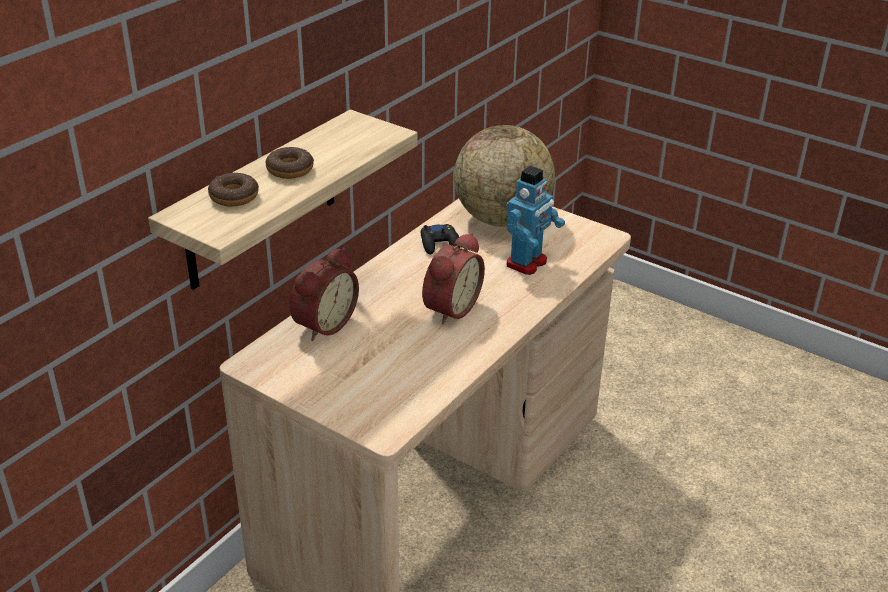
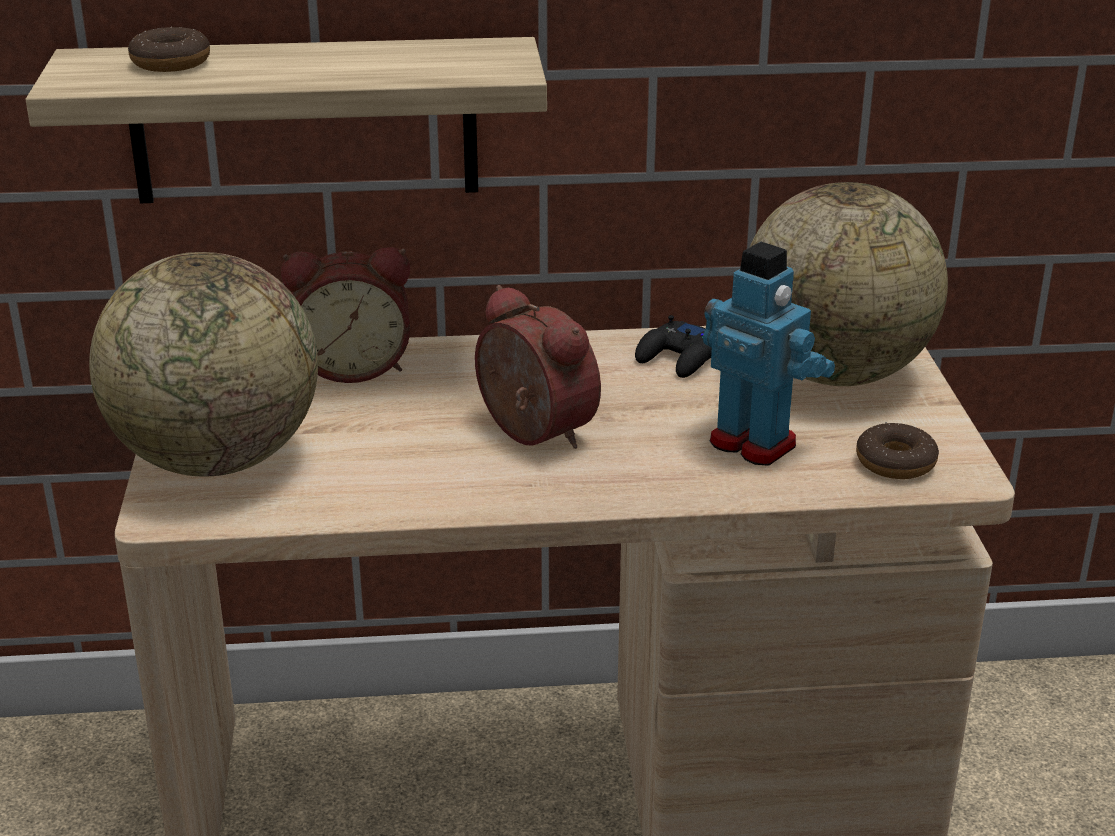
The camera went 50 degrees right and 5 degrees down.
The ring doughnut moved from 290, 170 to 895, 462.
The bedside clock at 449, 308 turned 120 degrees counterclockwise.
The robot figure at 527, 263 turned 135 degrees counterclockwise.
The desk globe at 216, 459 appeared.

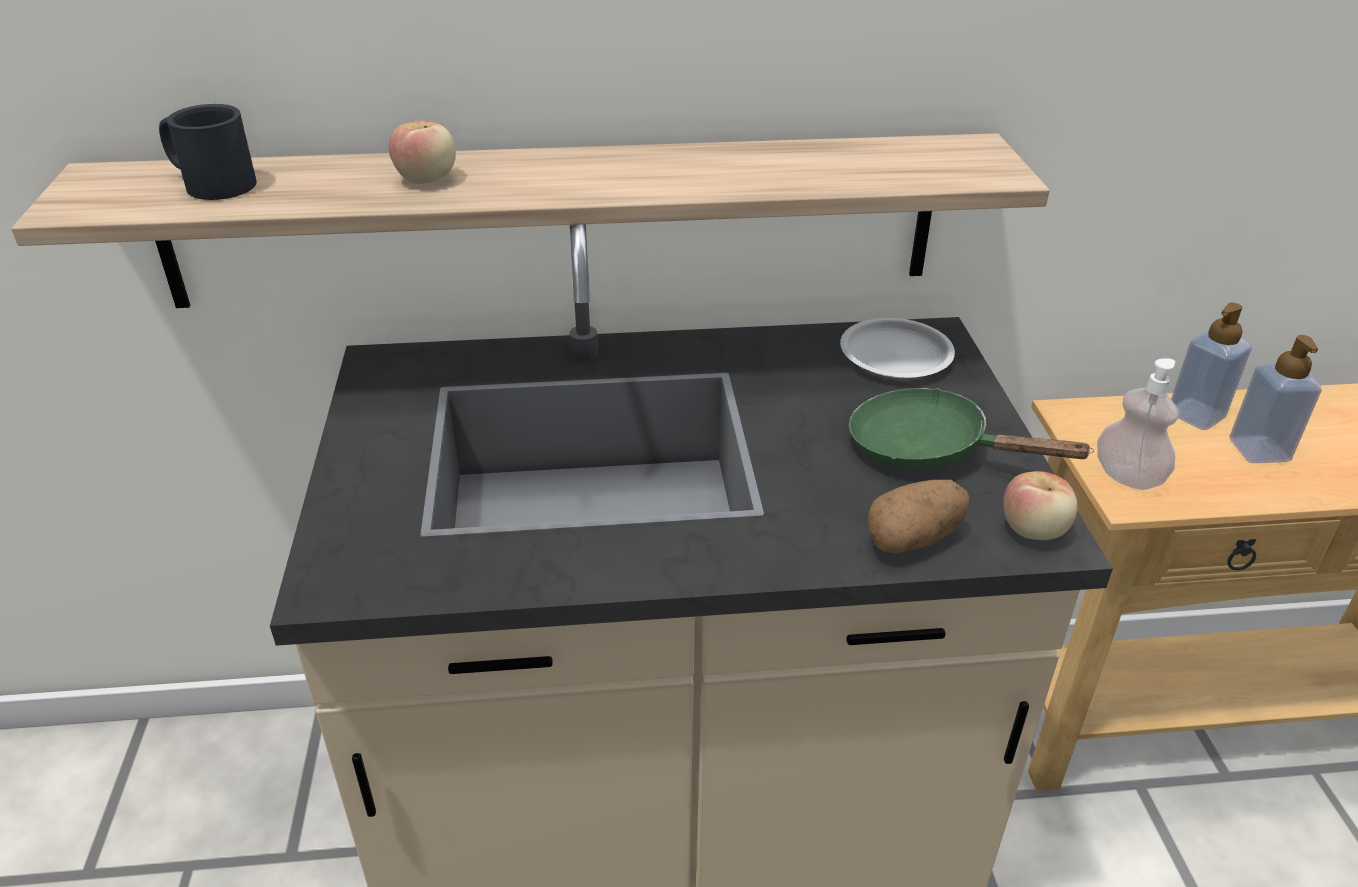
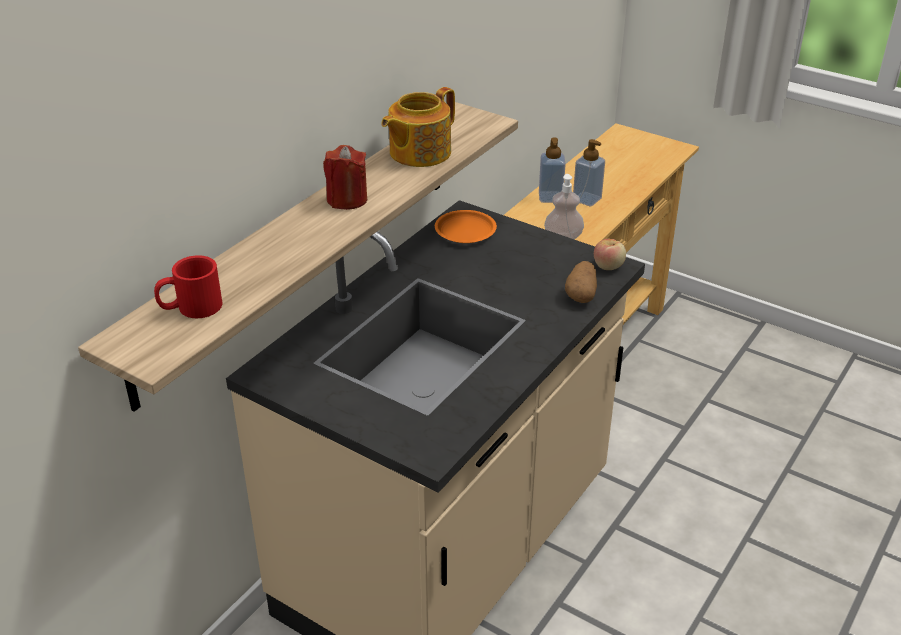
The camera went 50 degrees left and 0 degrees up.
The tea mug (black) at 210, 183 became the tea mug (red) at 190, 308.
The whole apple at 427, 179 disappeared.
The dinner plate (white) at 894, 355 became the dinner plate (orange) at 465, 231.
The pan (green-coloured) at 930, 449 disappeared.
The wax light (red) at 347, 200 appeared.
The tea pot at 418, 153 appeared.

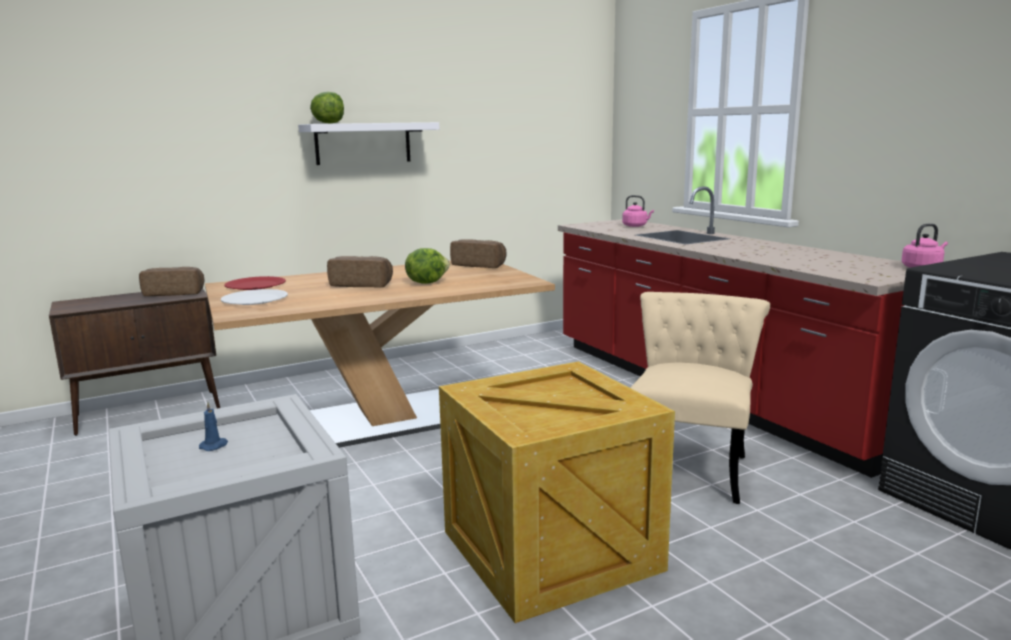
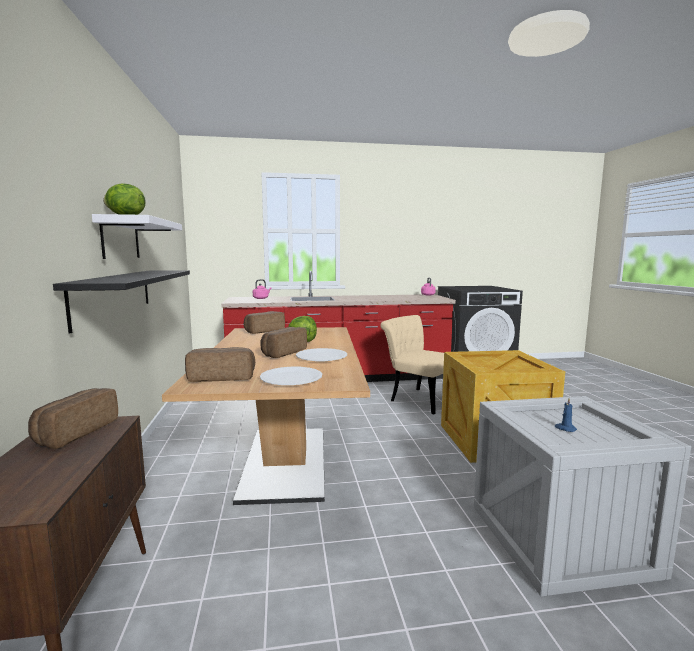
The camera went 70 degrees left and 5 degrees down.
The dinner plate (red) at 255, 285 was replaced by the bakery bread at 222, 377.
The shelf (black) at 115, 295 appeared.
The dinner plate (white) at 321, 356 appeared.

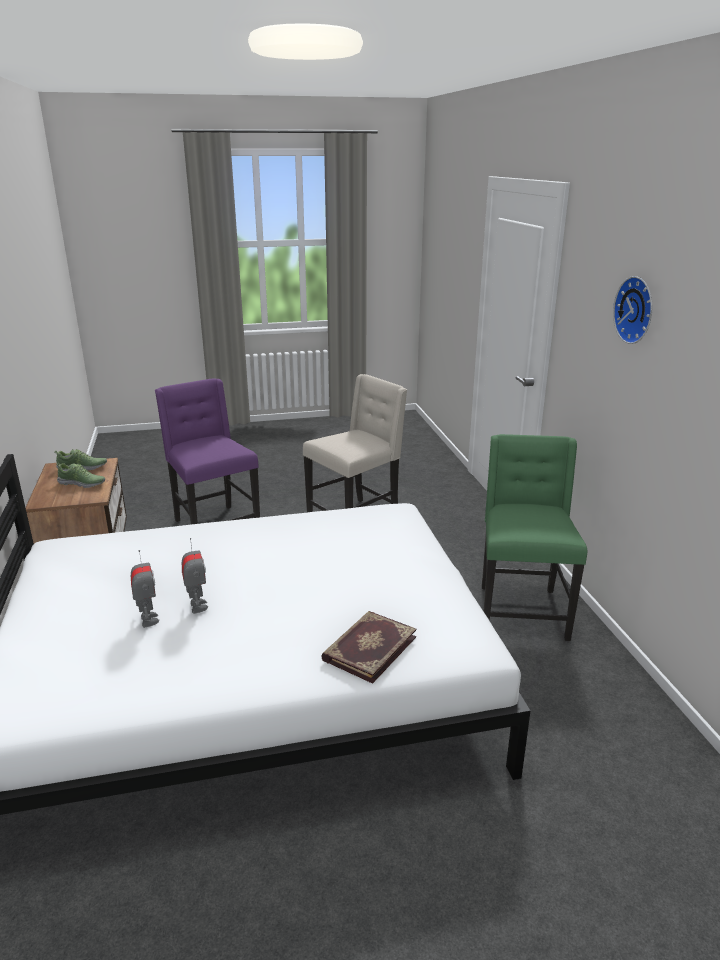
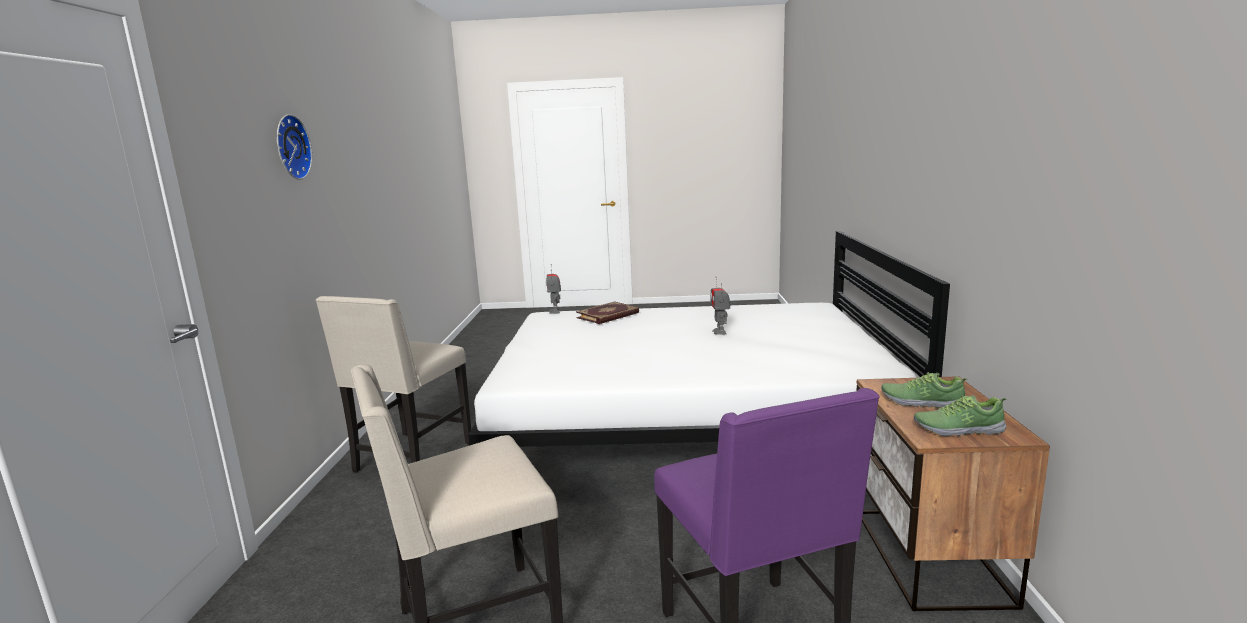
The camera went 165 degrees left and 10 degrees down.
The robot figure moved from 148, 619 to 555, 311.
The chair (green-coloured) at 520, 611 became the chair (sand-coloured) at 411, 458.

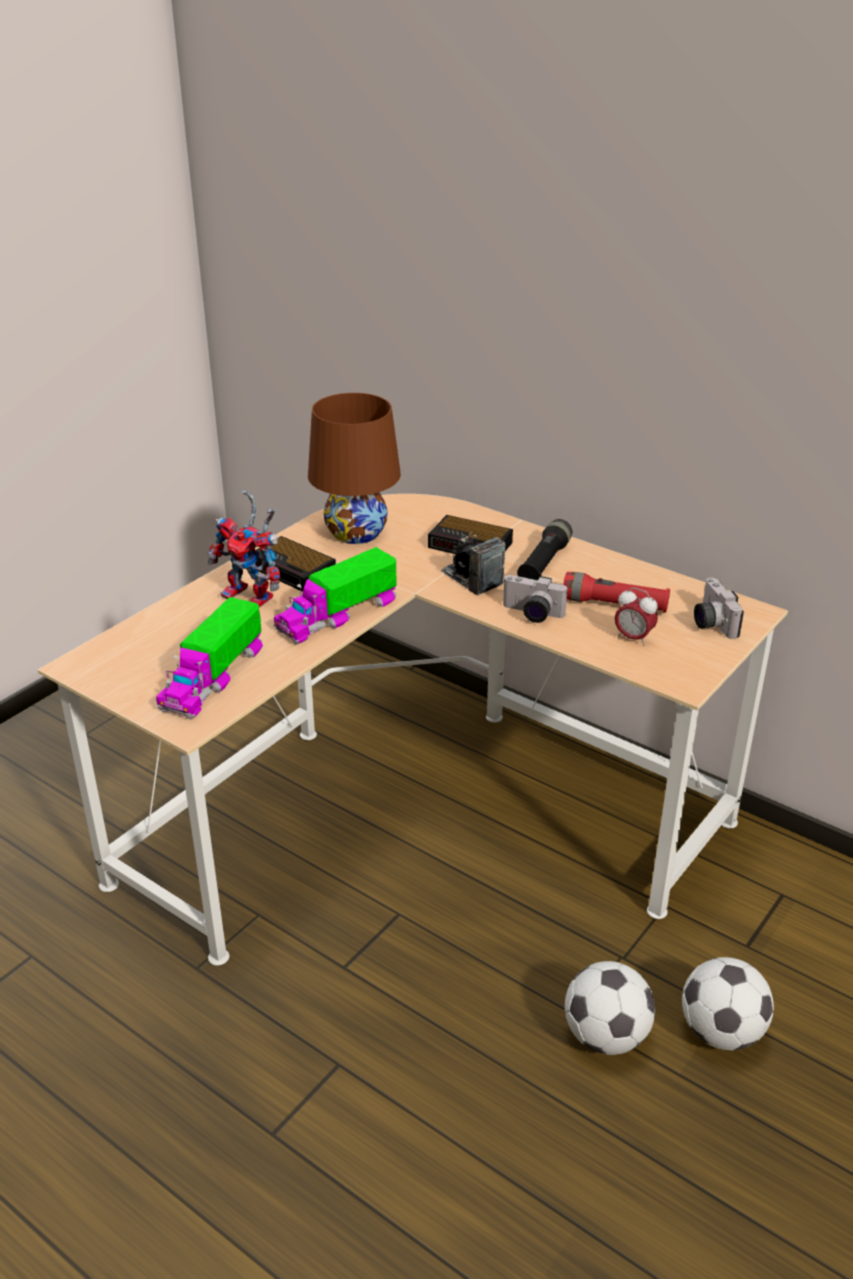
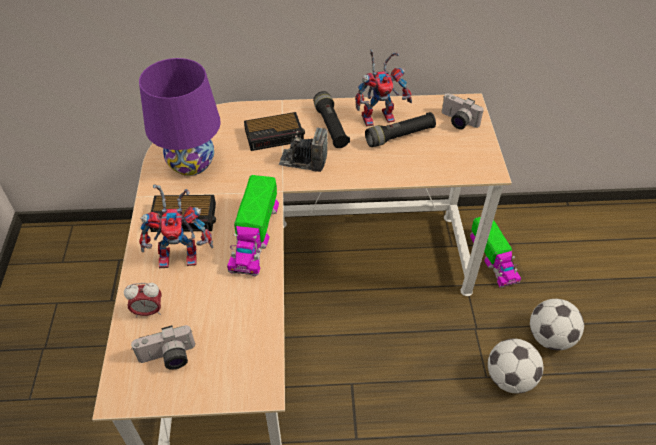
The camera went 40 degrees left and 15 degrees up.
The toy lorry moved from 213, 677 to 493, 258.
The lamp for a table (brownish) at 355, 532 became the lamp for a table (purplish) at 191, 163.
The photo camera moved from 531, 614 to 168, 358.
The flashlight (red) at 614, 605 became the flashlight (black) at 400, 136.
The bedside clock moved from 633, 638 to 148, 311.
The robot figure at 380, 116 appeared.

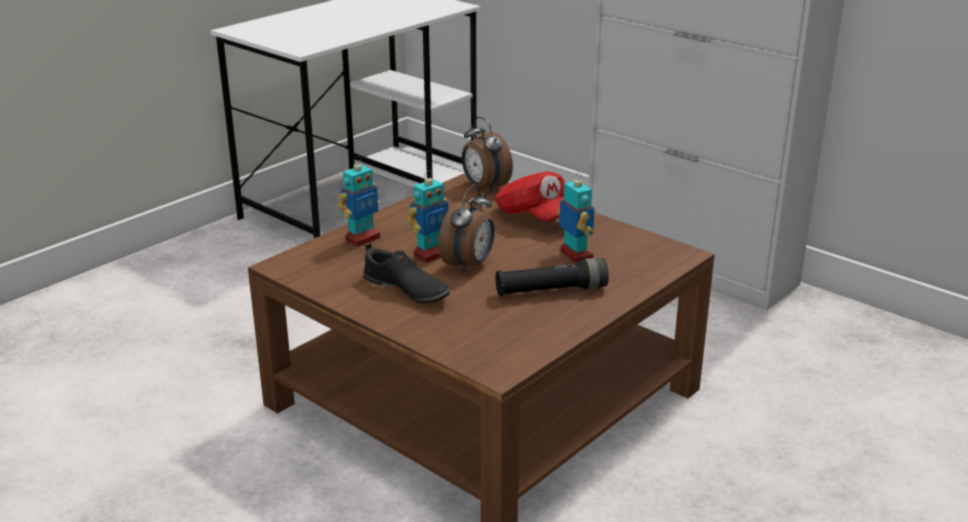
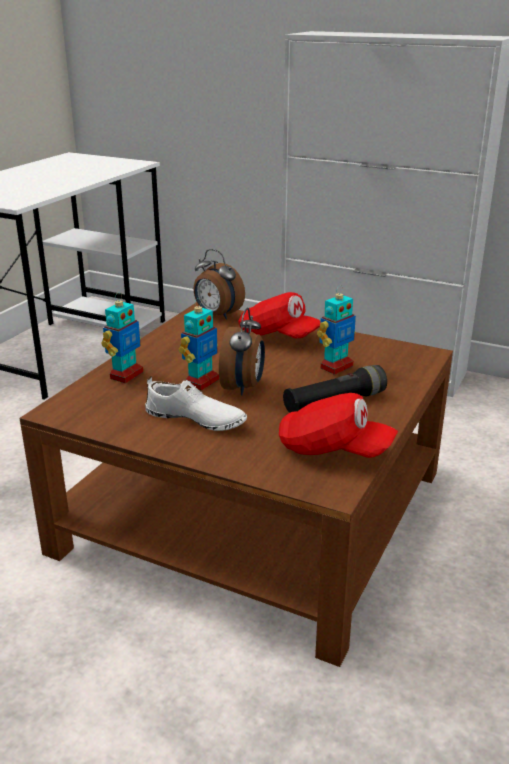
The camera went 15 degrees left and 0 degrees up.
The item of footwear (black) at 406, 289 became the item of footwear (white) at 195, 419.
The robot figure at 575, 256 turned 90 degrees clockwise.
The cap (red) at 333, 450 appeared.

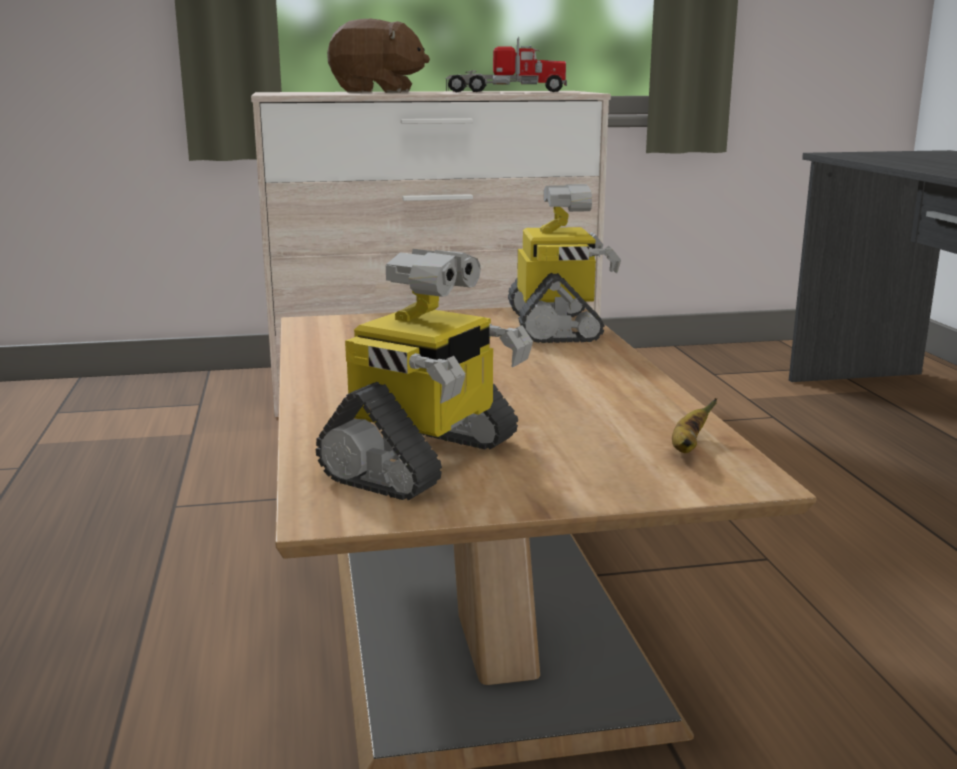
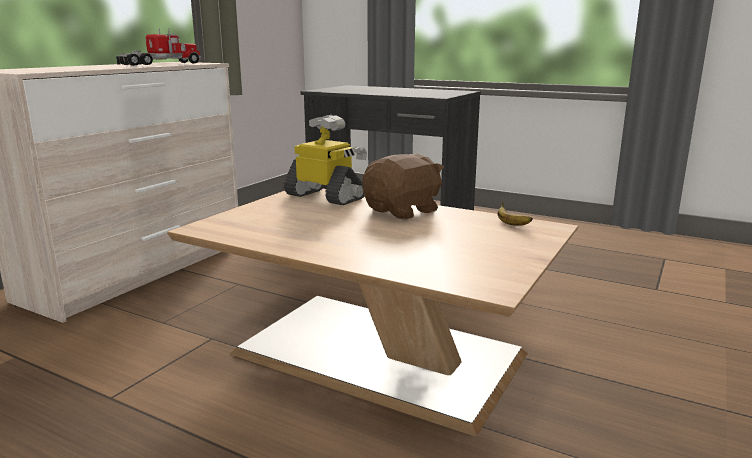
The camera went 50 degrees left and 0 degrees up.
The robot figure at 425, 460 disappeared.
The soft toy (brownish) moved from 376, 92 to 403, 211.

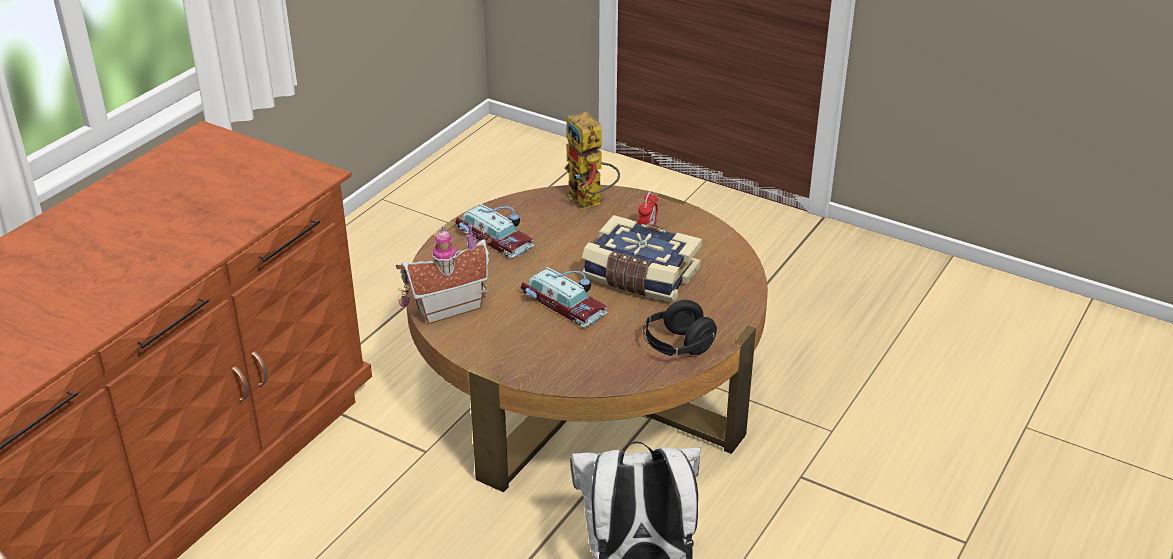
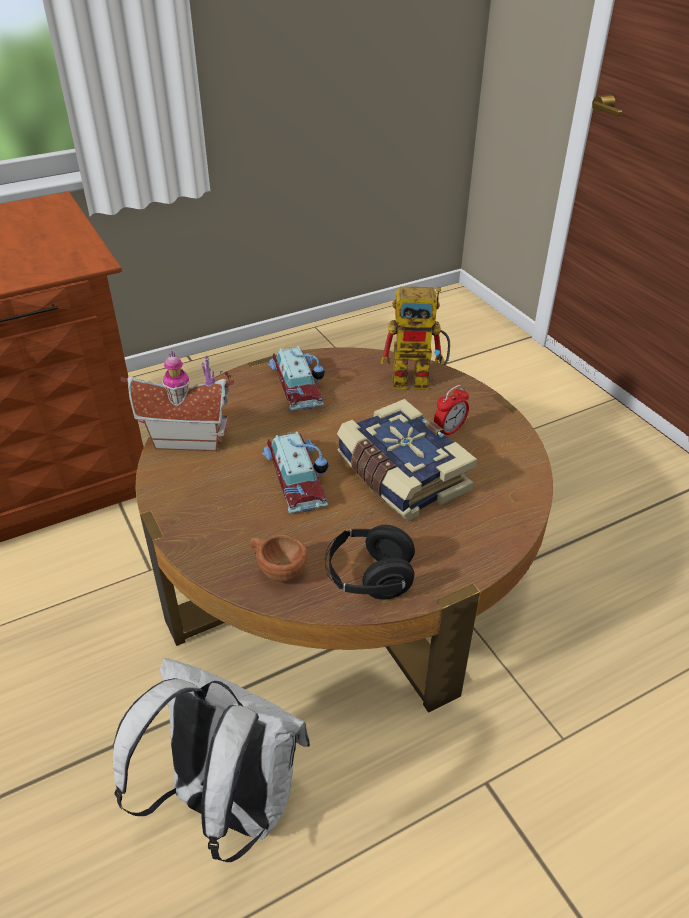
The camera went 30 degrees right and 5 degrees up.
The robot figure at 590, 202 turned 90 degrees counterclockwise.
The small cup (brownish) at 277, 570 appeared.

